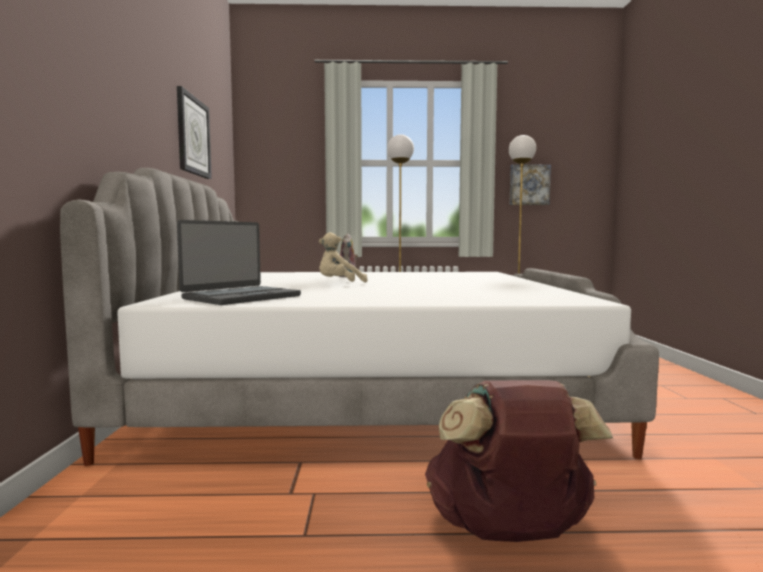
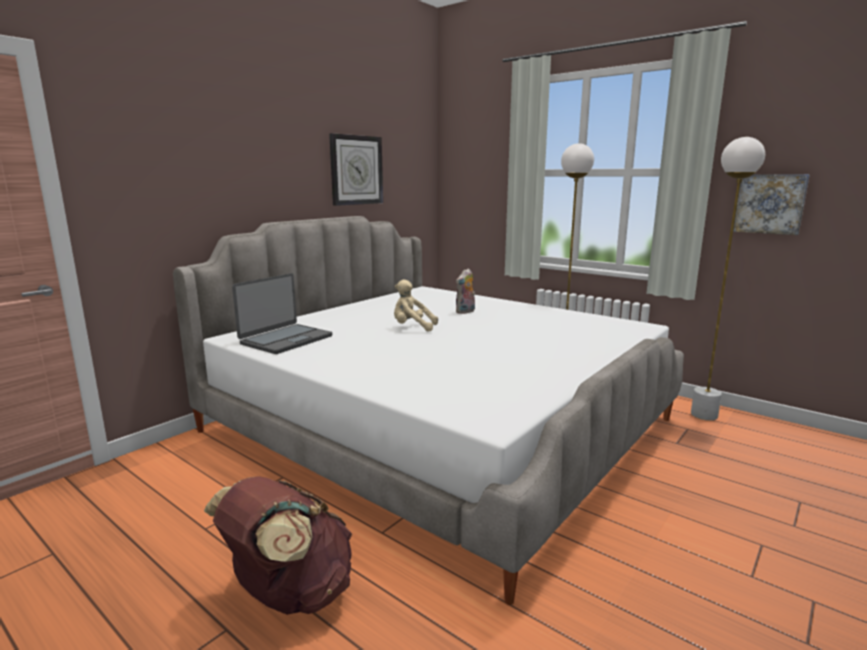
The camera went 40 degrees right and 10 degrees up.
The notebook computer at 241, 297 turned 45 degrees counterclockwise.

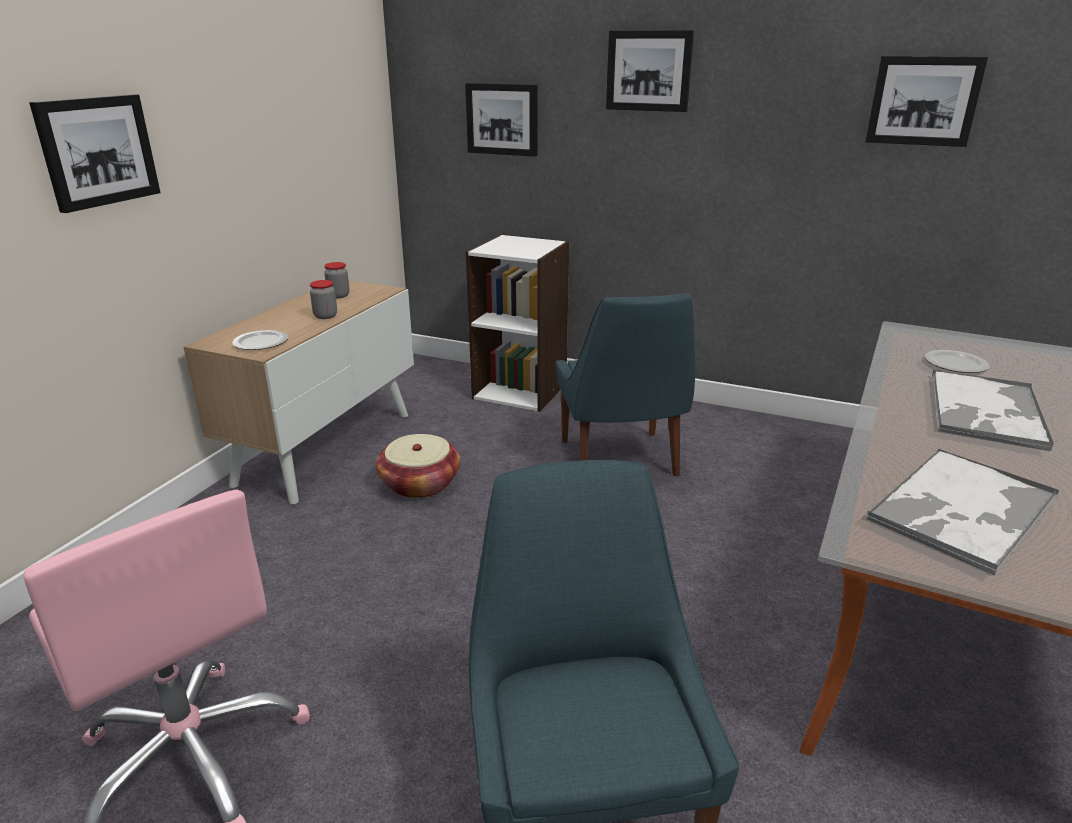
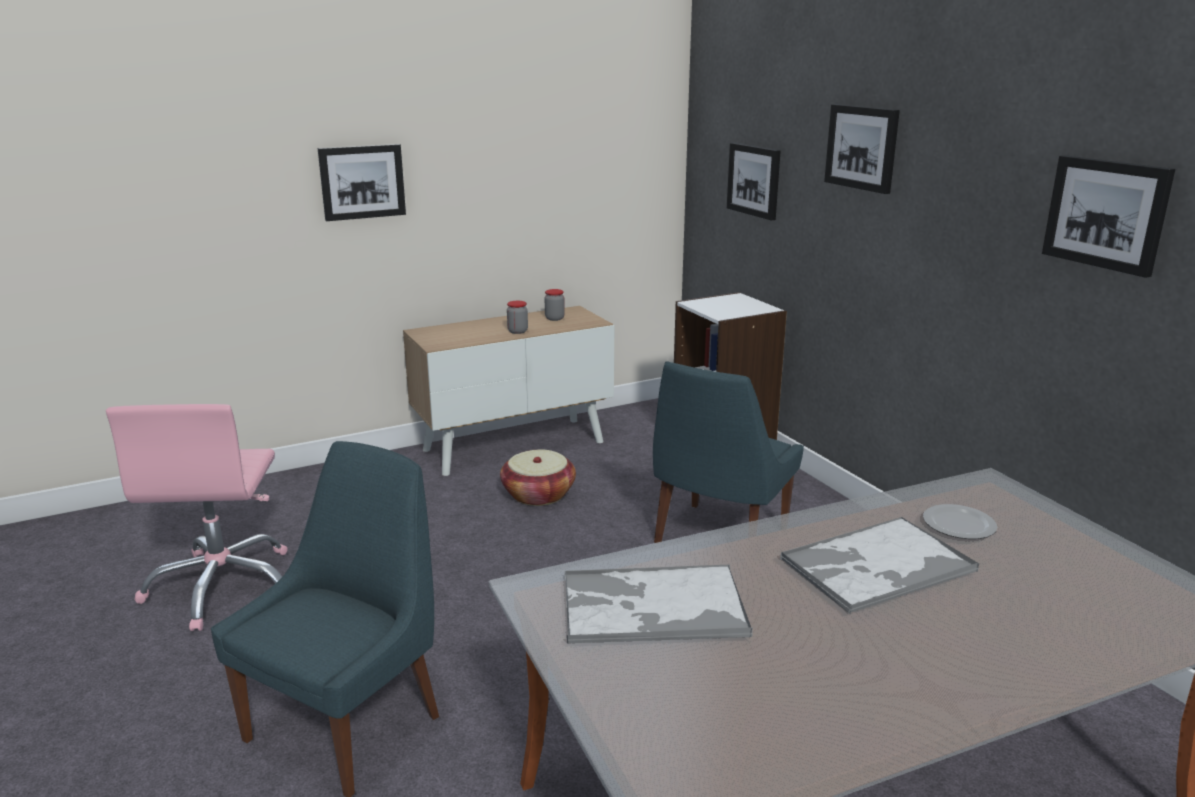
The camera went 40 degrees right and 5 degrees down.
The dinner plate at 261, 343 disappeared.

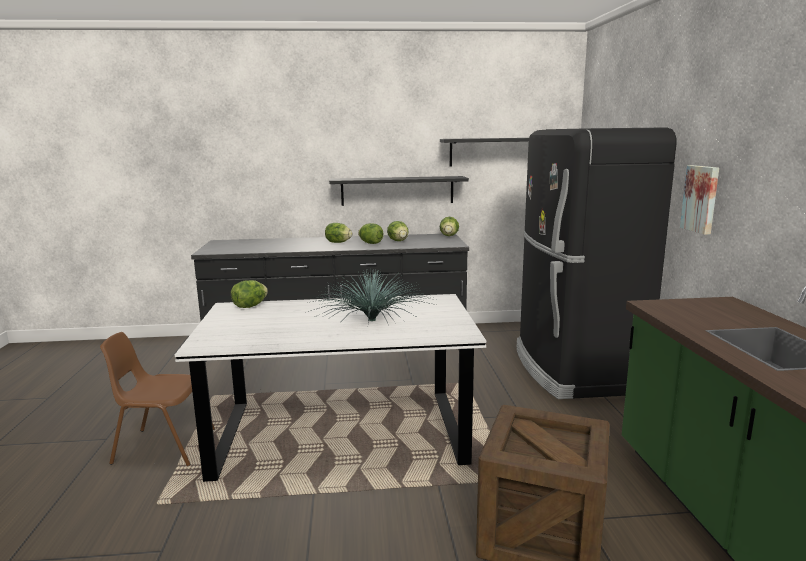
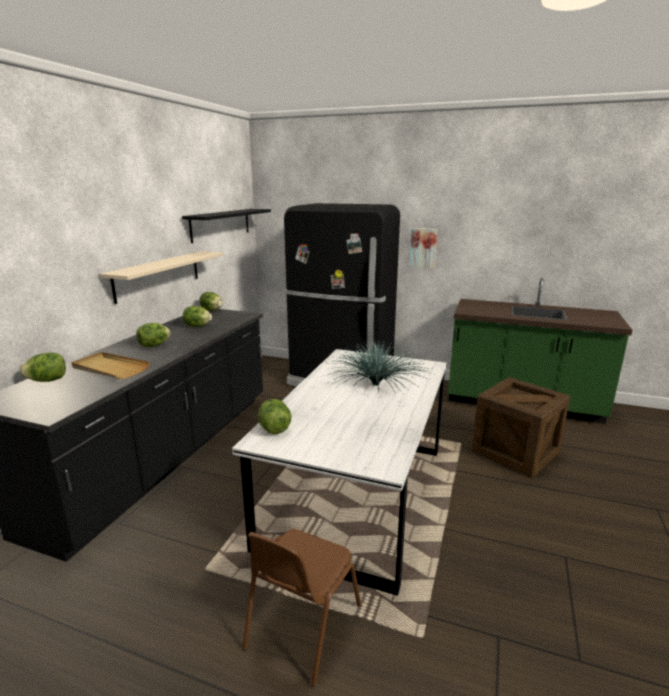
The camera went 65 degrees left and 5 degrees up.
The shelf (black) at 397, 190 became the shelf (sand-coloured) at 158, 275.
The lettuce head moved from 370, 243 to 47, 380.
The carrying tray (sand-coloured) at 110, 368 appeared.

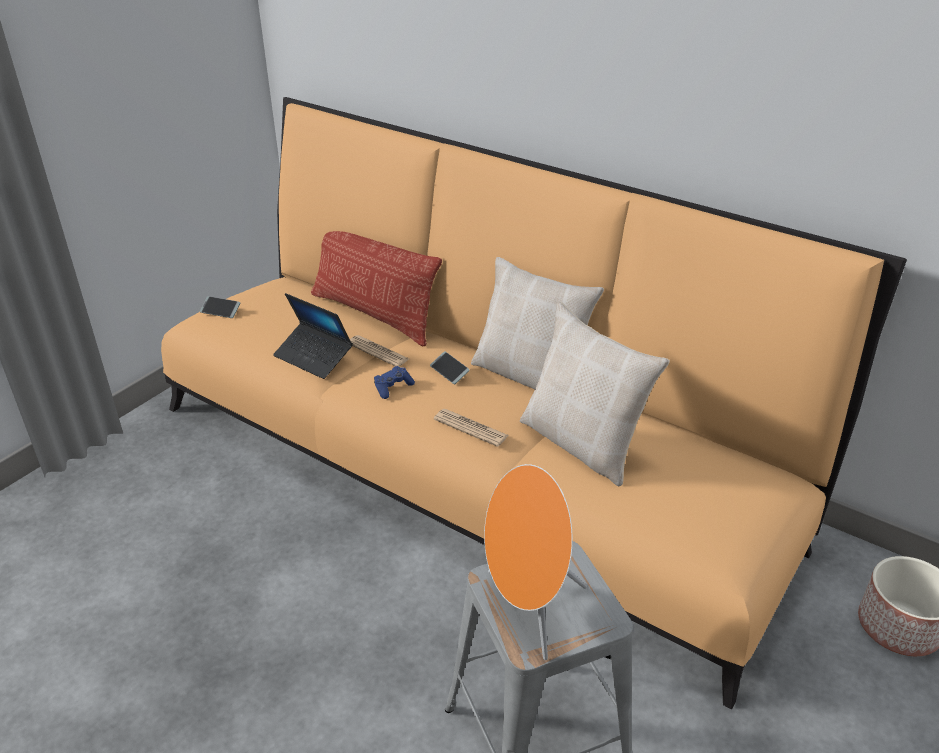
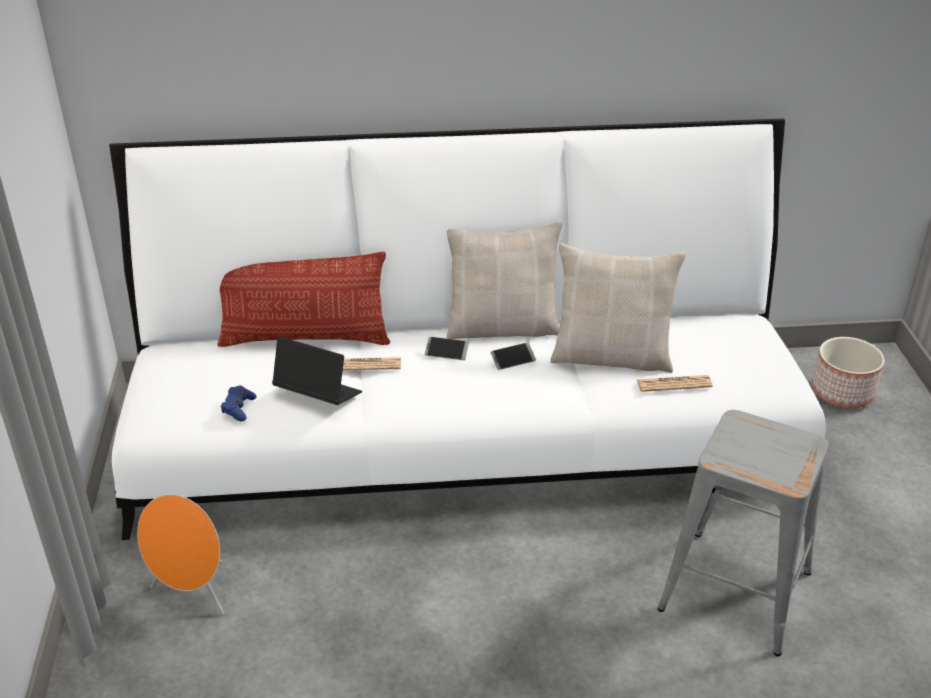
The camera went 40 degrees left and 0 degrees up.
The settee (orange) at 469, 465 became the settee (white) at 465, 438.
The telephone moved from 220, 311 to 513, 360.
The notebook computer at 313, 357 turned 150 degrees counterclockwise.
The gamepad (blue-coloured) moved from 393, 387 to 239, 408.
The daily paper moved from 471, 428 to 674, 384.
The loudspeaker (orange) moved from 528, 610 to 193, 594.

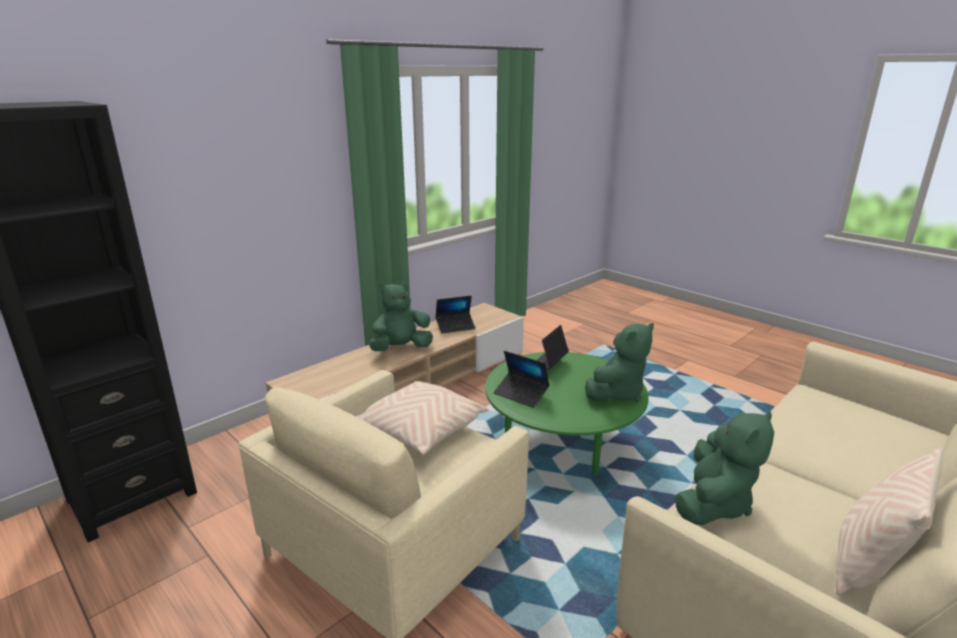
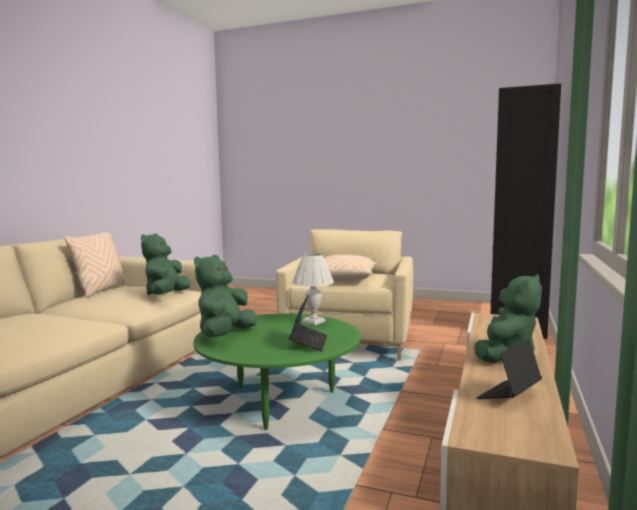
The camera went 155 degrees right and 15 degrees down.
The notebook computer at 521, 394 was replaced by the lamp for a table (white) at 312, 322.

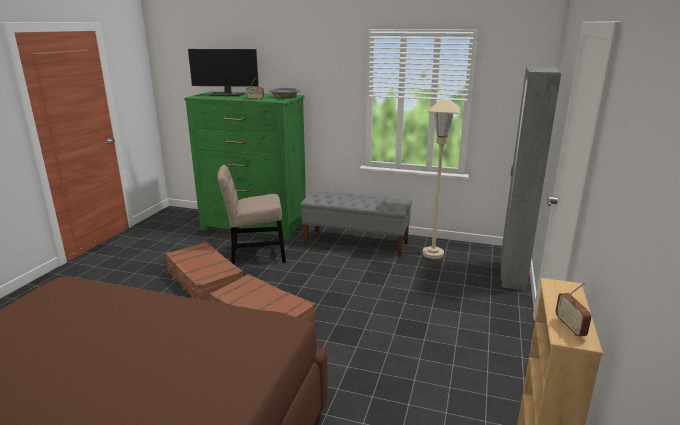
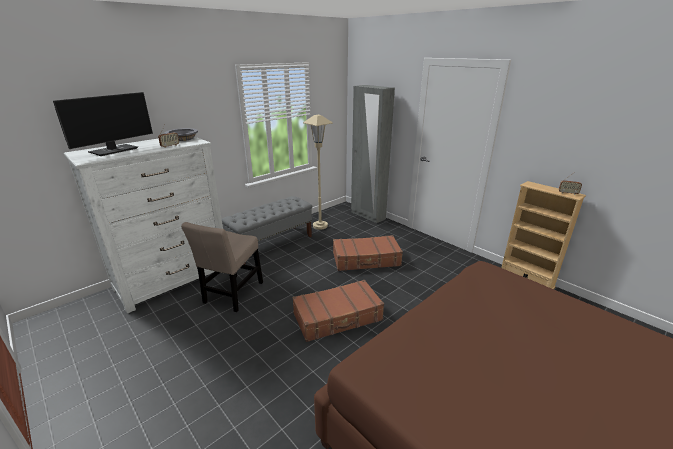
The camera went 60 degrees left and 5 degrees up.
The travel case (brownish) moved from 204, 281 to 366, 260.
The dresser (green-coloured) at 254, 227 became the dresser (white) at 174, 279.

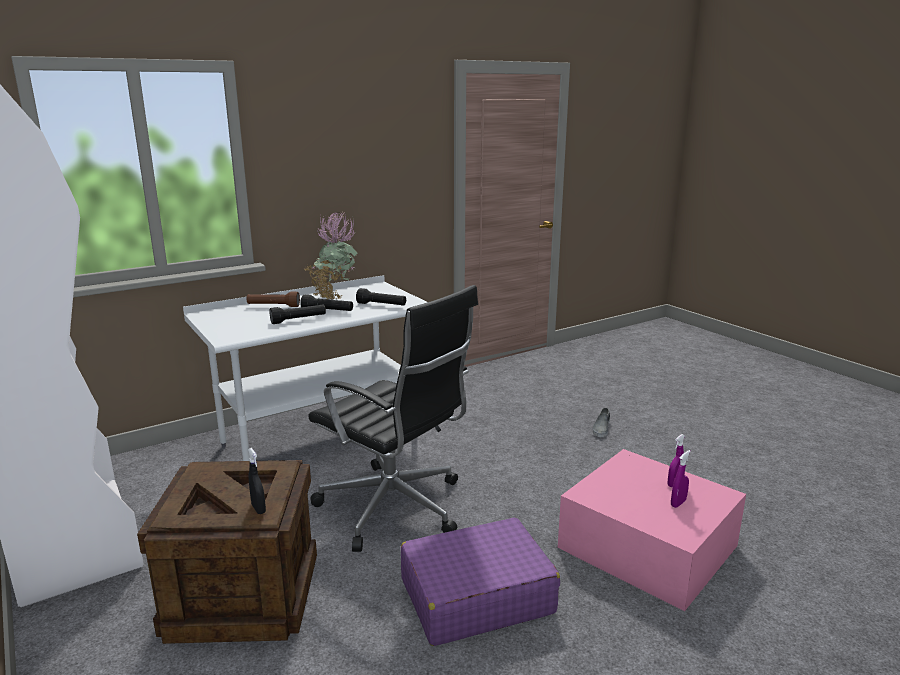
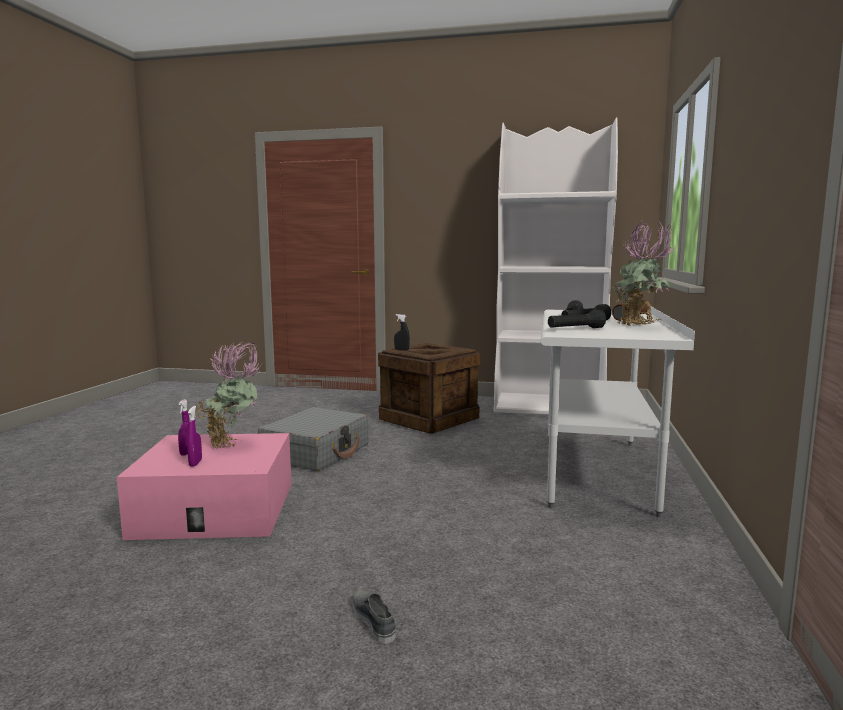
The camera went 135 degrees right and 10 degrees down.
The office chair (black) at 395, 508 disappeared.
The travel case (purplish) at 476, 596 became the travel case (gray) at 316, 452.
The plant in a pot at 233, 444 appeared.

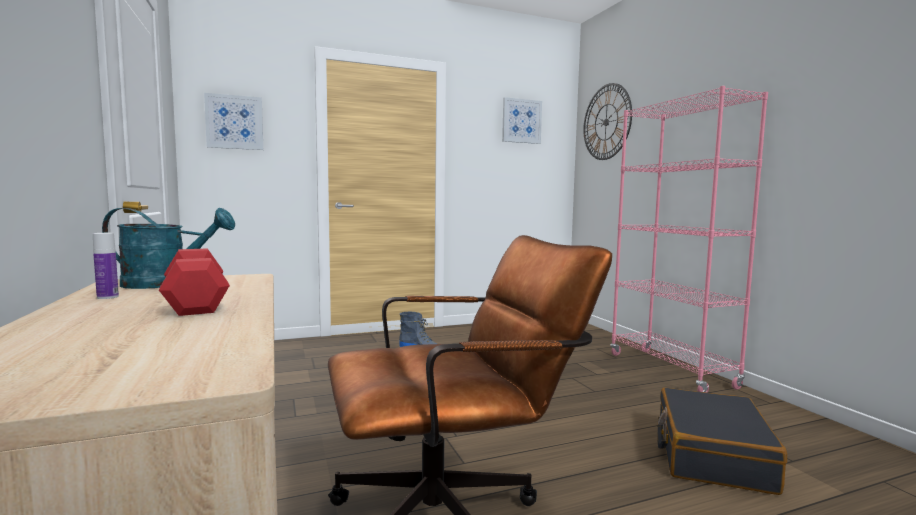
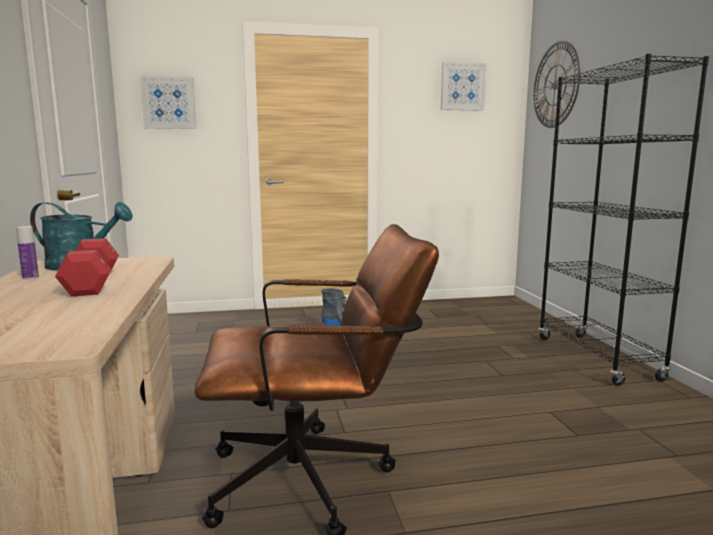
The camera went 10 degrees right and 5 degrees up.
The bookcase (pink-coloured) at 671, 370 became the bookcase (black) at 597, 358.
The travel case (black) at 711, 454 disappeared.

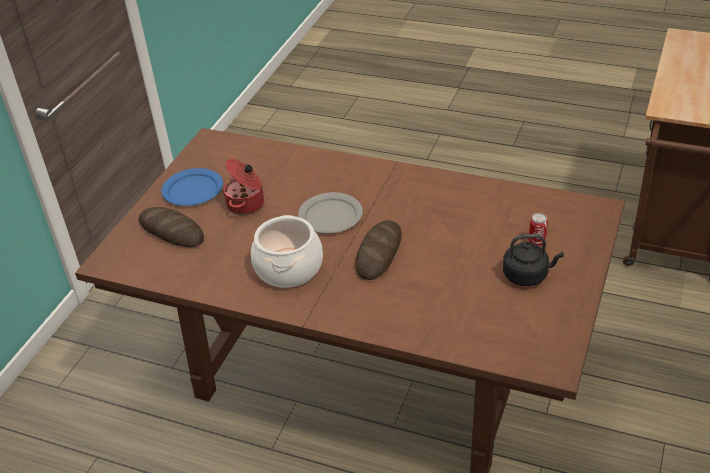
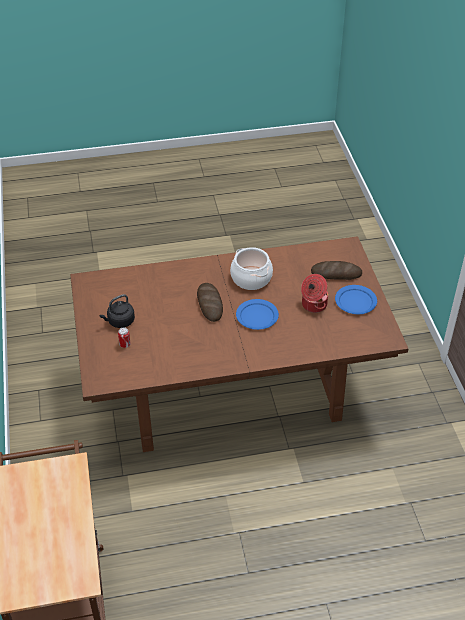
The camera went 145 degrees right and 5 degrees up.
The dinner plate (gray) at 330, 216 became the dinner plate (blue-coloured) at 257, 316.

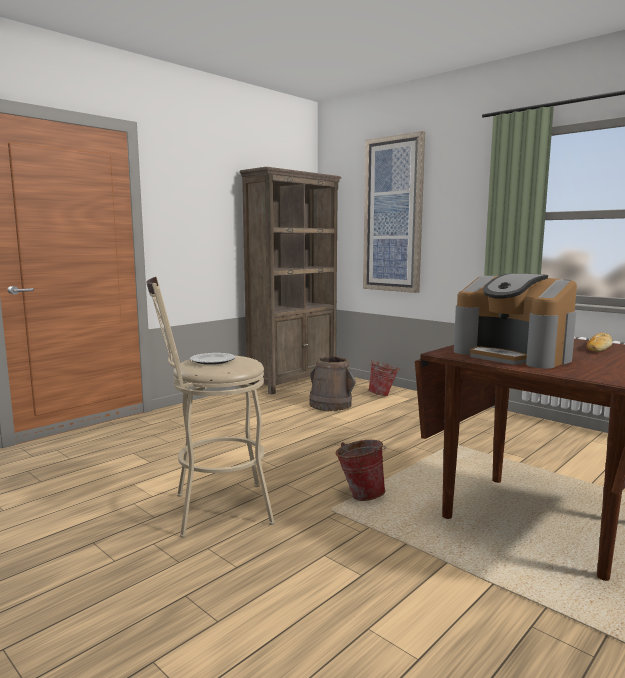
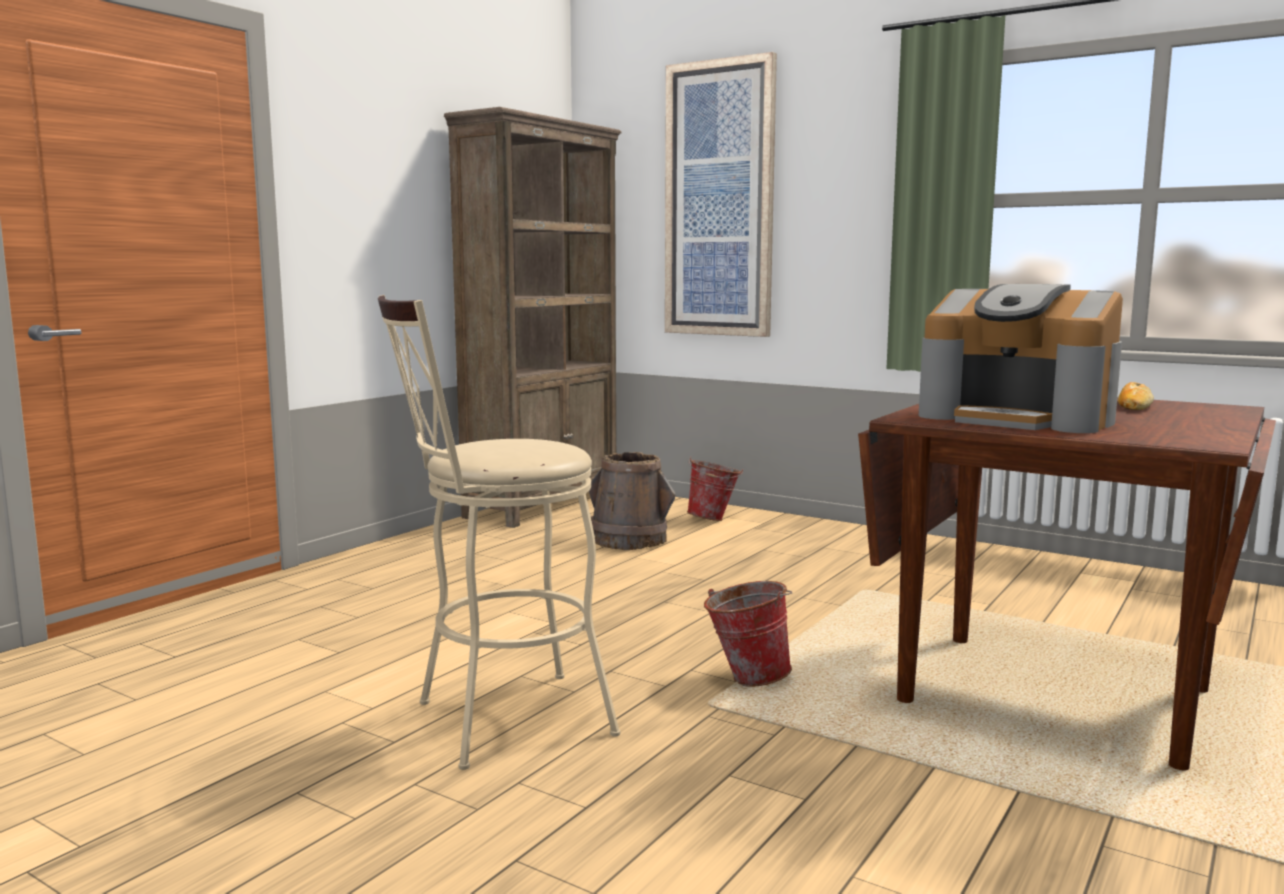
The camera went 10 degrees left and 0 degrees up.
The dinner plate at 213, 361 disappeared.

